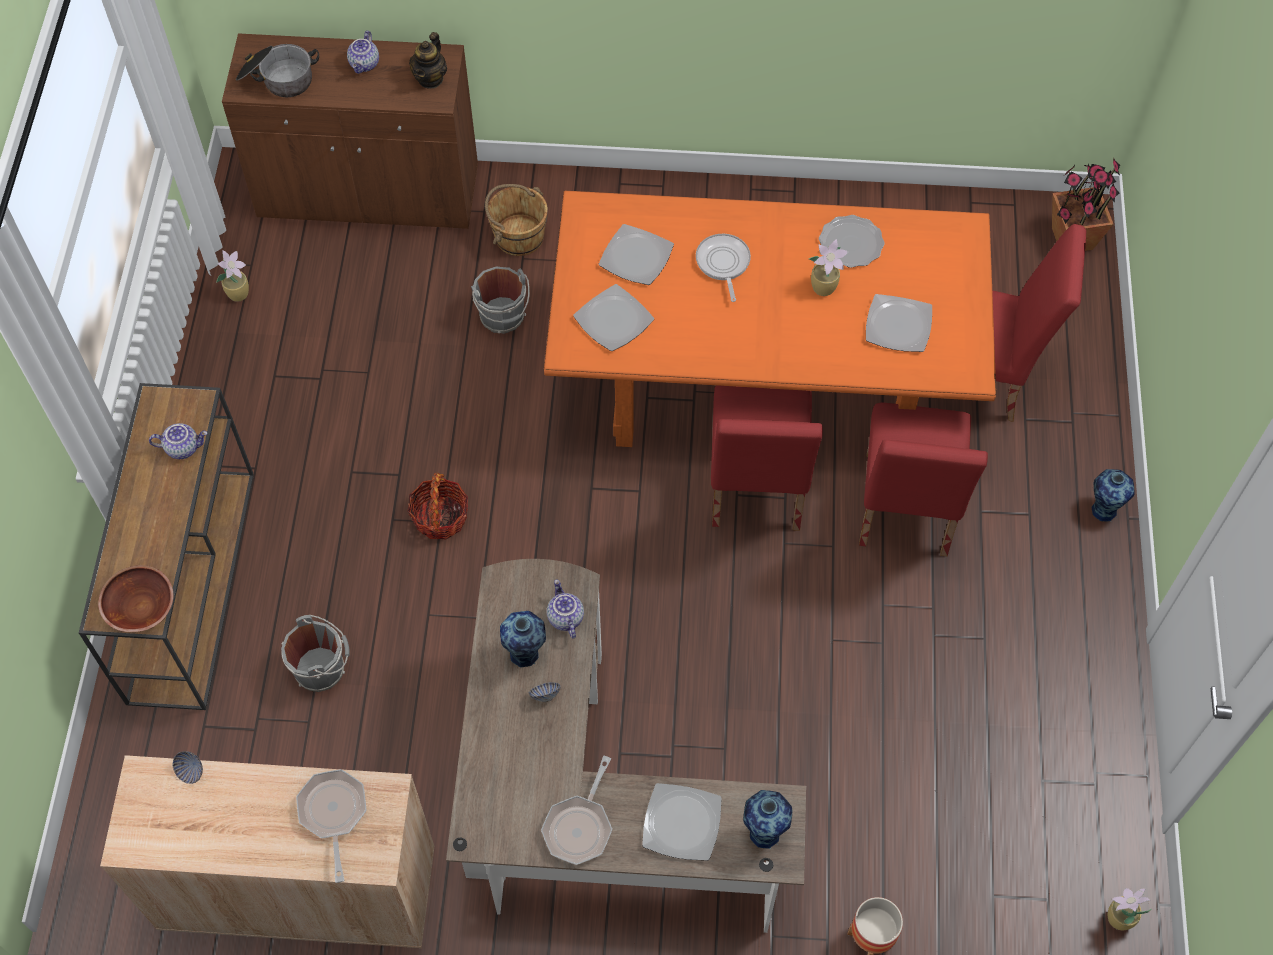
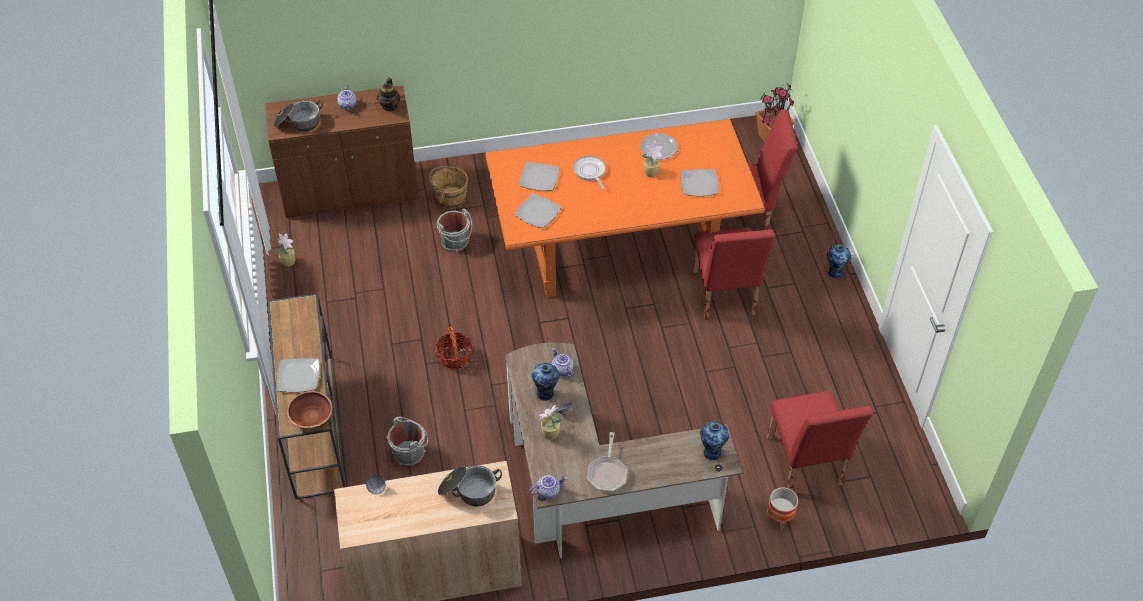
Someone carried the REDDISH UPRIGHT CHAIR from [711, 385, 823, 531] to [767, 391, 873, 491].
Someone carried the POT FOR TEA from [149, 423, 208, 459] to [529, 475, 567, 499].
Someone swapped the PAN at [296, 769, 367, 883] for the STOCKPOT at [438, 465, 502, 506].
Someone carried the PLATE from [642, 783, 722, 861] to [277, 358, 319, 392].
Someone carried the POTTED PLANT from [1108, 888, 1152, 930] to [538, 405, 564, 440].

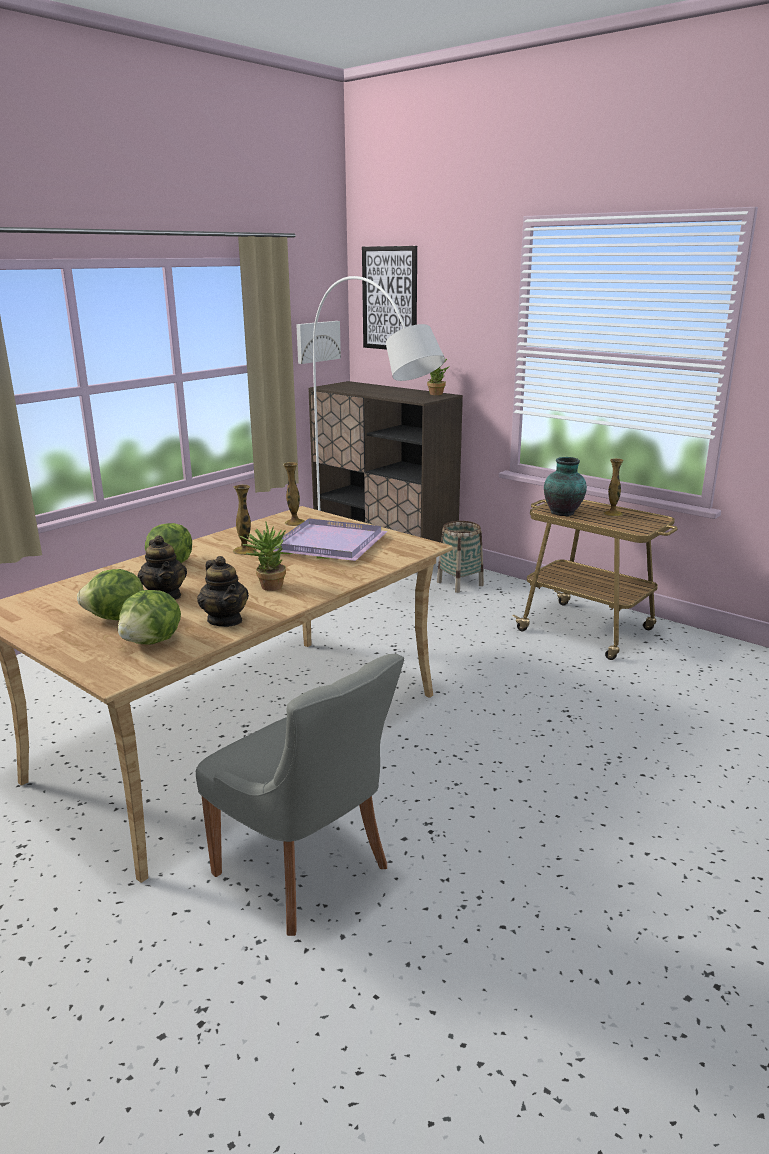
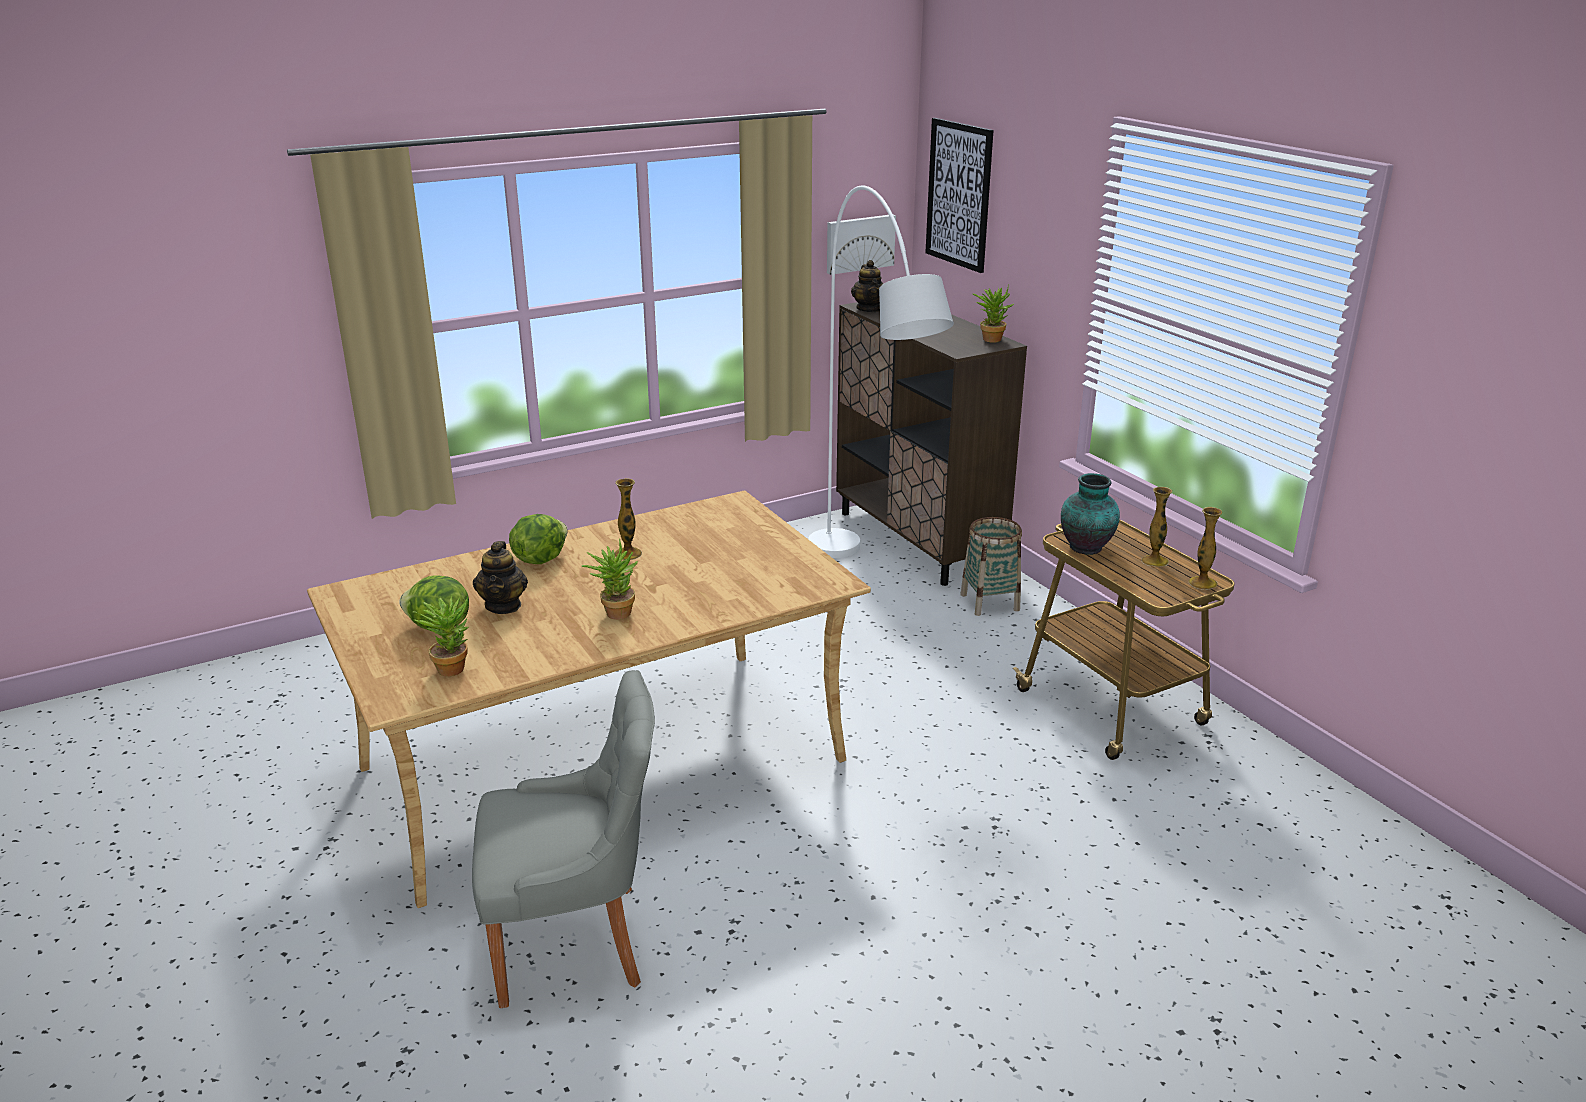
Someone carried the VASE from [283, 462, 305, 526] to [1188, 507, 1222, 590].
Someone took away the PURPLISH SERVING TRAY at [274, 519, 388, 561].
Someone carried the POT FOR TEA from [197, 556, 249, 627] to [851, 260, 884, 312].
Someone swapped the HEAD OF LETTUCE at [118, 590, 181, 645] for the POTTED PLANT at [413, 594, 468, 677].
Someone rotated the GRAY UPRIGHT CHAIR at [196, 654, 404, 936] by 75 degrees counterclockwise.

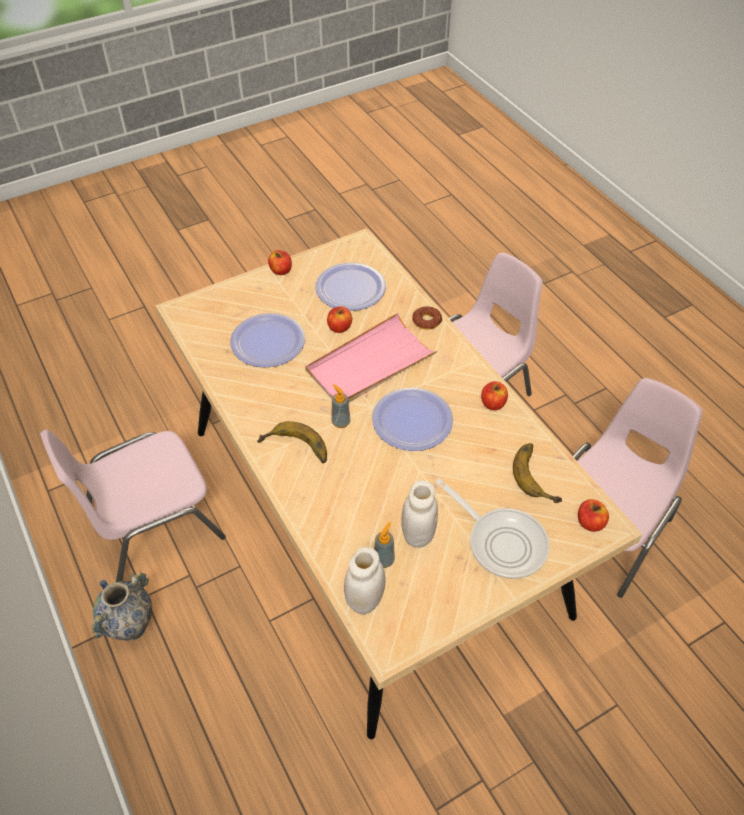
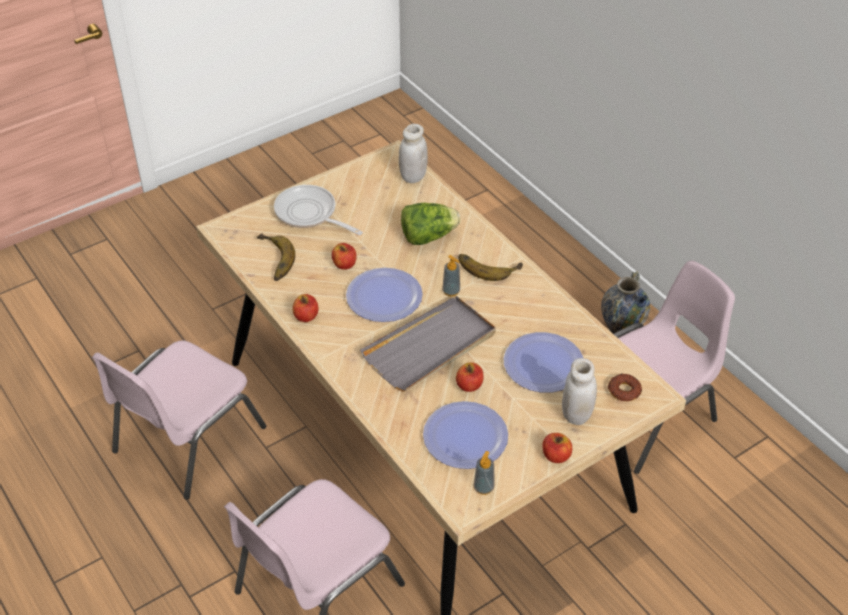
Someone carried the DOUGHNUT from [412, 306, 443, 330] to [607, 374, 642, 401].
Someone repainted the PINKISH SERVING TRAY at [305, 313, 438, 402], which became the GRAY SERVING TRAY at [360, 296, 496, 392].
Someone carried the WHITISH JAR from [401, 481, 438, 548] to [562, 358, 597, 425].
Someone carried the WHOLE APPLE from [578, 499, 609, 532] to [332, 243, 356, 270].
Someone carried the LIQUID SOAP BOTTLE from [374, 522, 395, 568] to [474, 451, 495, 495].
Someone put down the HEAD OF LETTUCE at [401, 203, 460, 245].

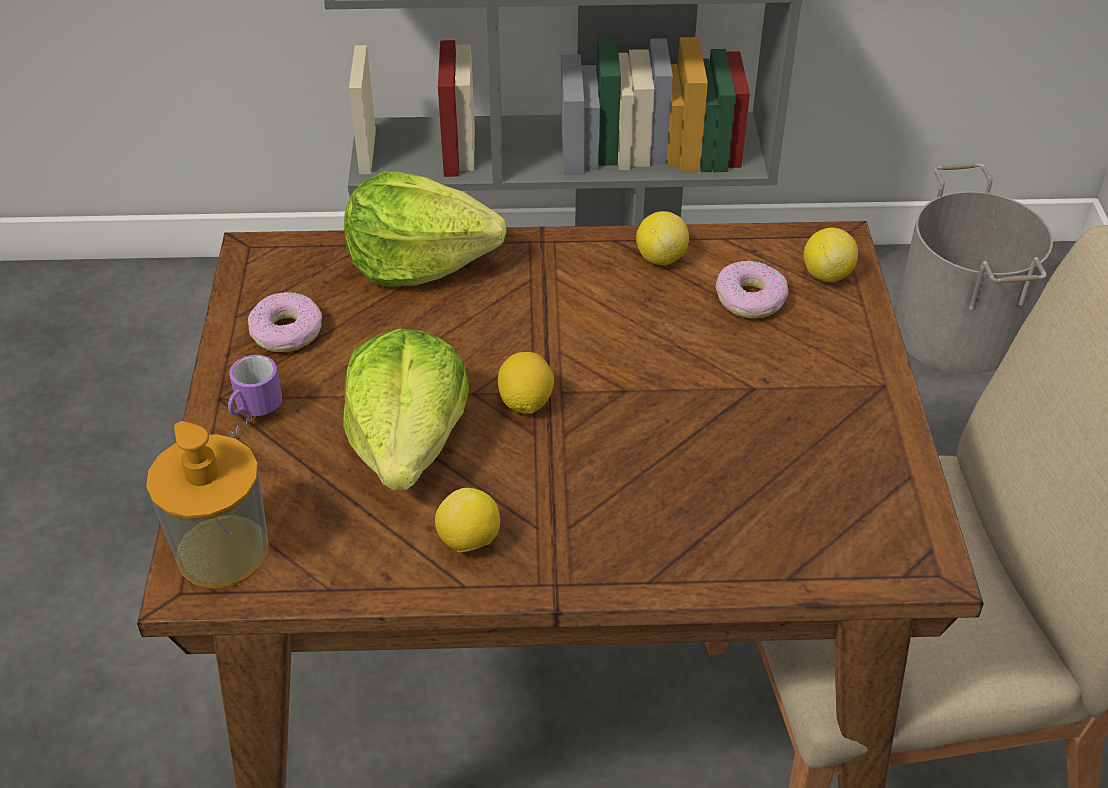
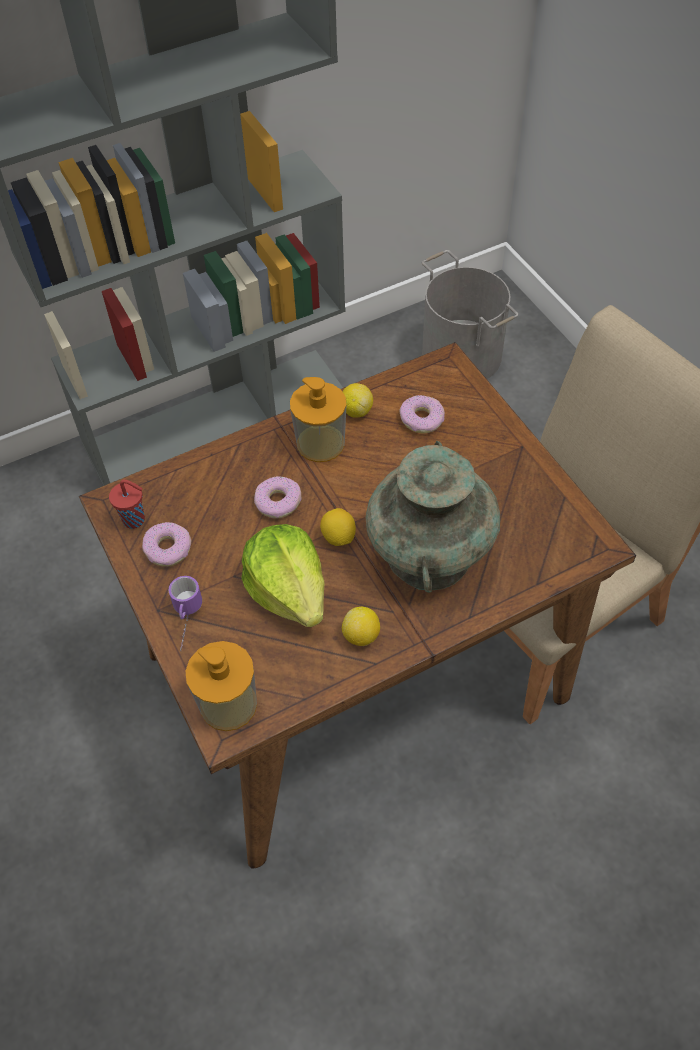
Someone took away the HEAD OF LETTUCE at [344, 171, 507, 287].
Someone took away the CITRUS FRUIT at [804, 228, 858, 282].
Someone put down the LIQUID SOAP BOTTLE at [290, 377, 346, 462].
Someone put down the TURQUOISE VASE at [365, 441, 500, 593].
Someone put down the DOUGHNUT at [254, 477, 302, 519].
Someone put down the REDDISH DRINKING CUP at [109, 480, 145, 529].

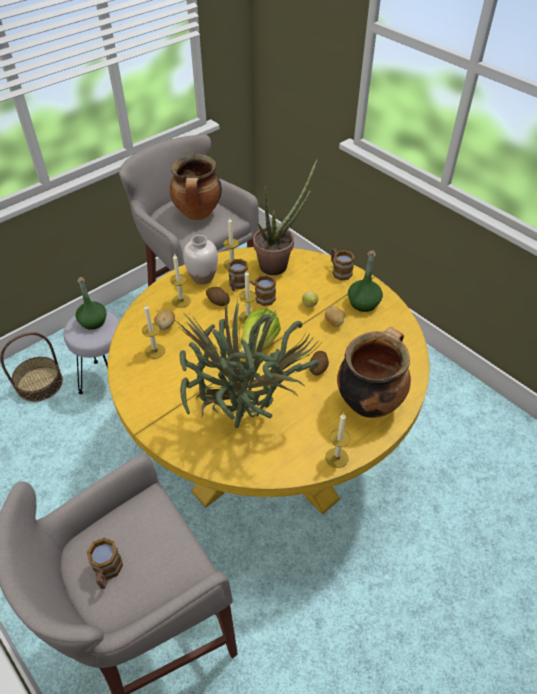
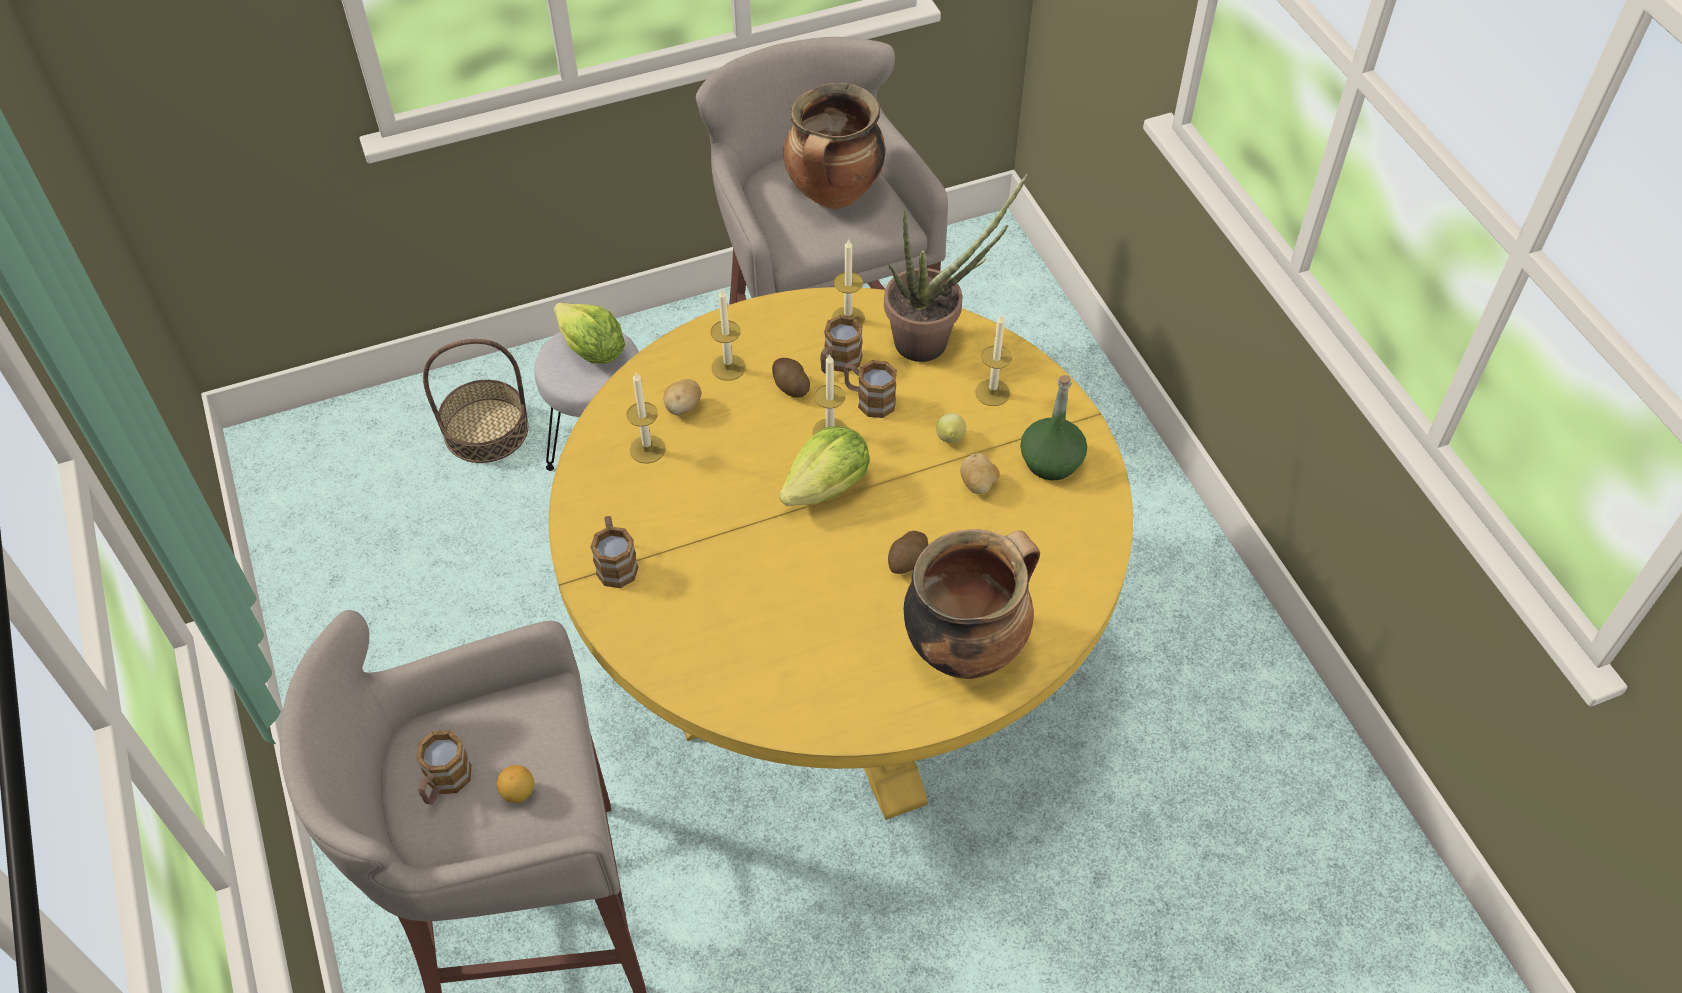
Someone took away the WHITISH VASE at [183, 235, 218, 284].
Someone carried the COFFEE MUG from [331, 249, 355, 281] to [590, 516, 638, 588].
Someone swapped the GREENISH DRINK BOTTLE at [76, 277, 107, 330] for the HEAD OF LETTUCE at [554, 302, 625, 364].
Someone took away the POTTED PLANT at [176, 298, 319, 428].
Someone carried the WAX CANDLE from [325, 413, 350, 468] to [975, 314, 1012, 406].
Someone put down the CITRUS FRUIT at [497, 765, 534, 803].

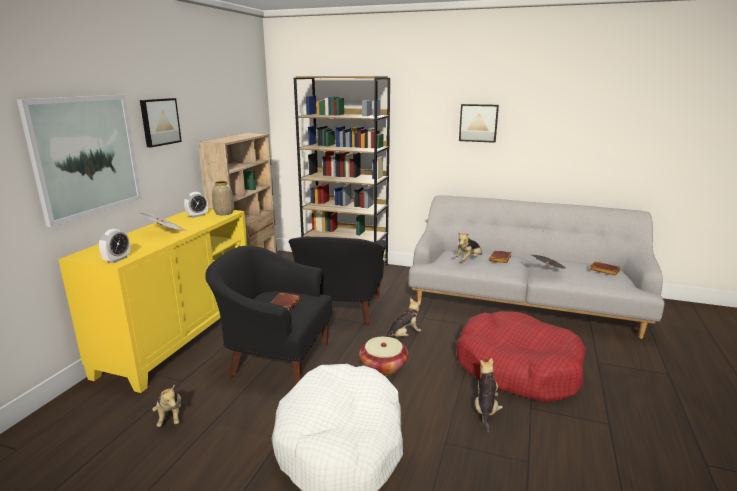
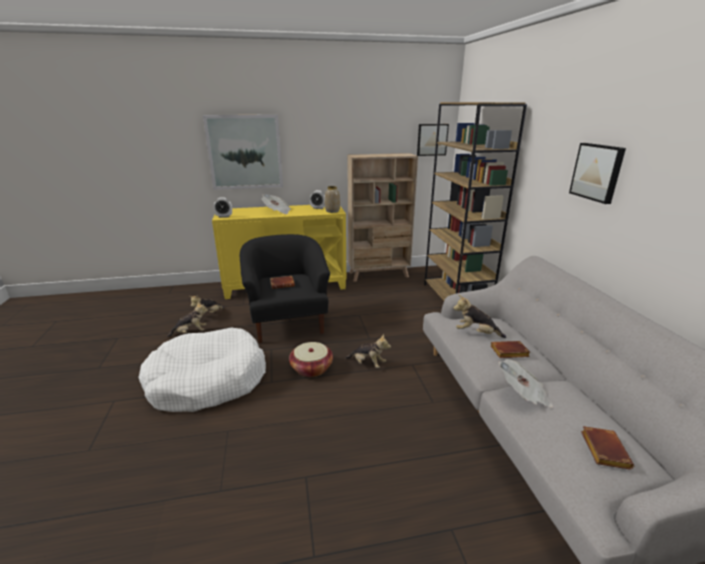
Someone carried the WALL PICTURE from [140, 98, 182, 147] to [417, 124, 449, 156].
Someone took away the BLACK EASY CHAIR at [288, 236, 387, 325].
Someone took away the REDDISH DOG BED at [456, 311, 586, 402].
Someone carried the CUDDLY TOY from [475, 358, 503, 432] to [167, 302, 208, 337].

